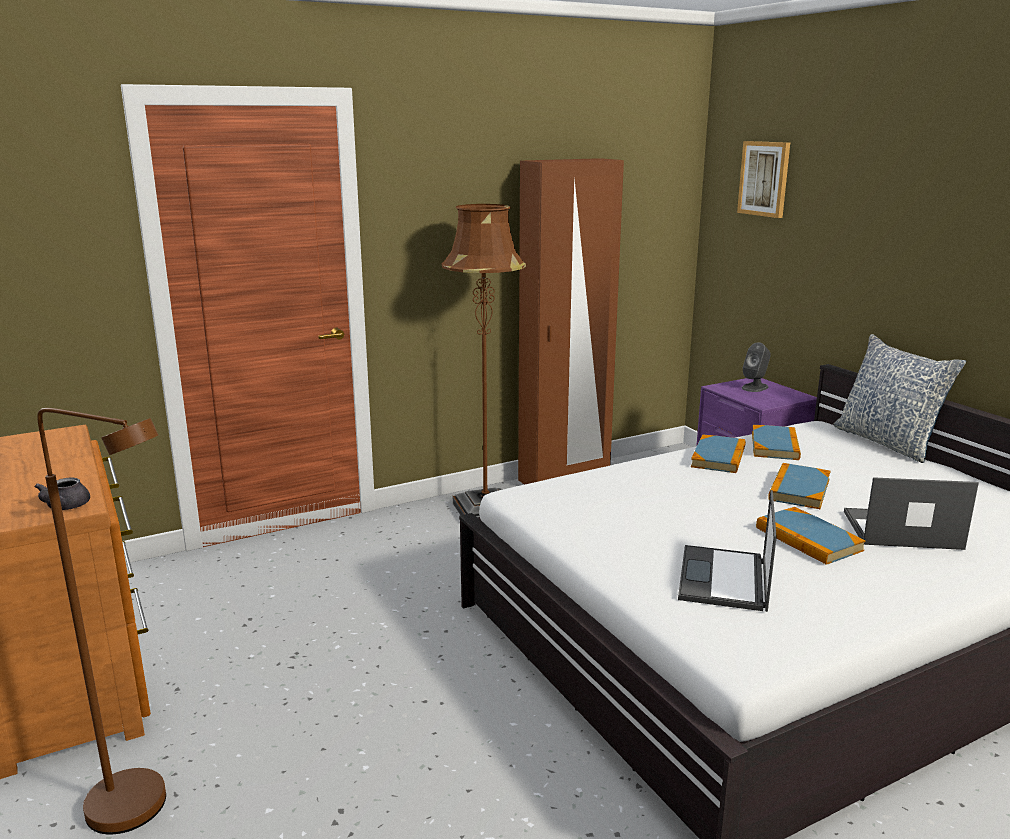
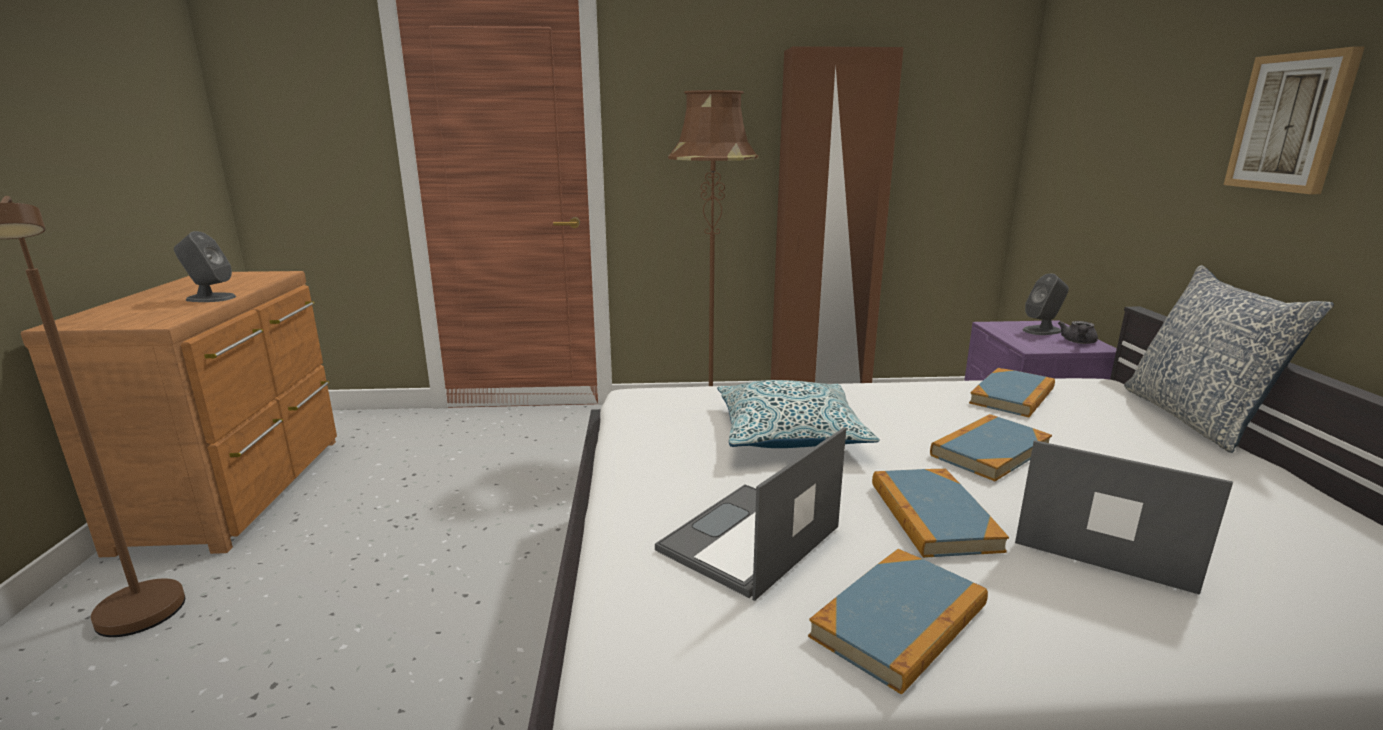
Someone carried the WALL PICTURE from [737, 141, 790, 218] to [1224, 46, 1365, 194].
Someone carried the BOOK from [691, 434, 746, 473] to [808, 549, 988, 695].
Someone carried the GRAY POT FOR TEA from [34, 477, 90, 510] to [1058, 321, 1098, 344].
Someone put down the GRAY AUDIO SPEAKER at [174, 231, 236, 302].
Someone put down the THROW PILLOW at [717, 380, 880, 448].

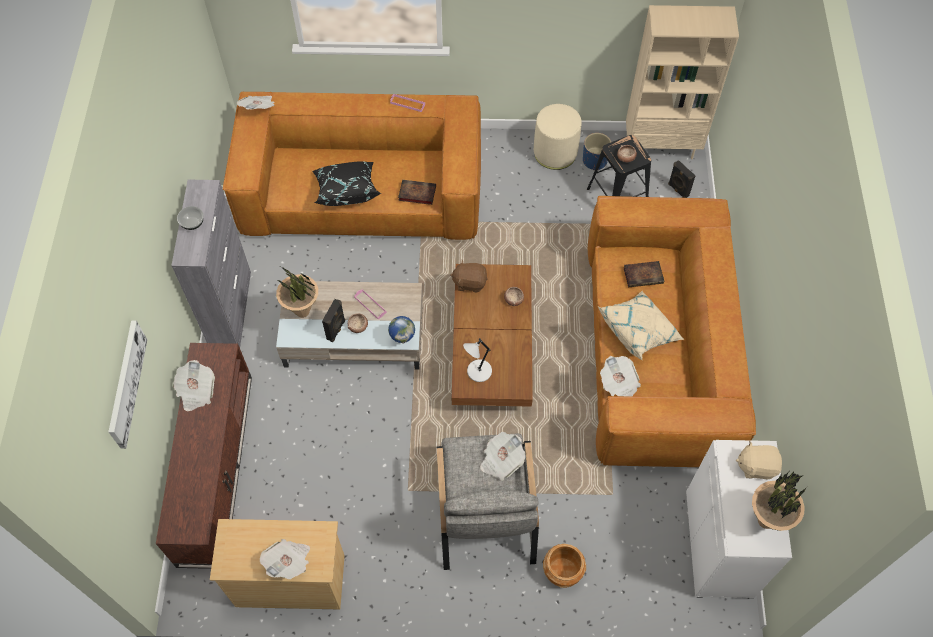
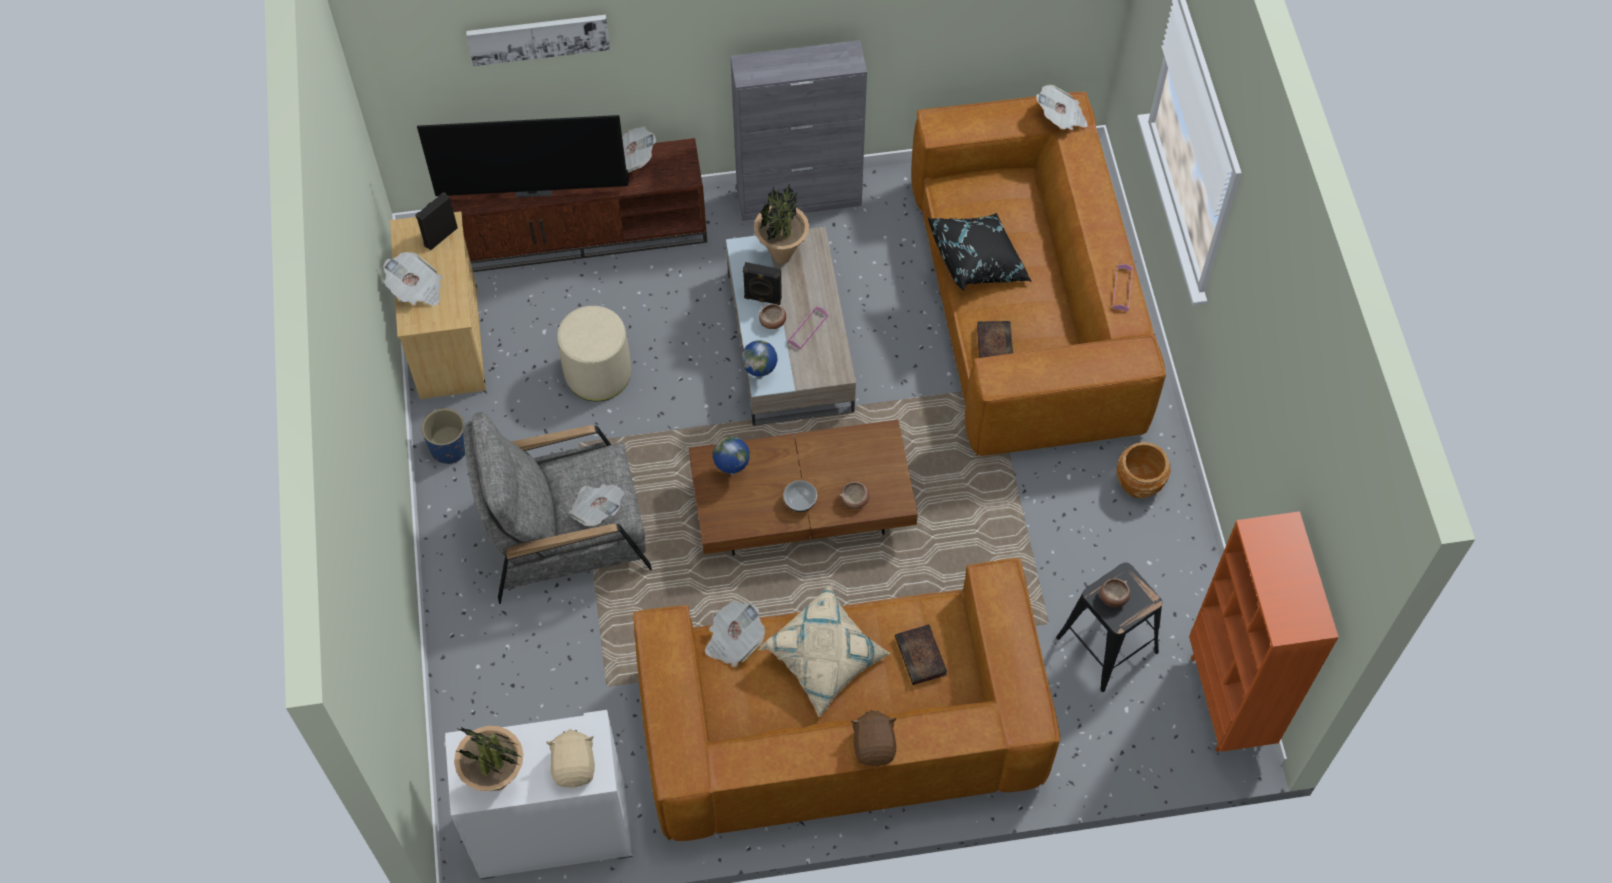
Someone repainted the BEIGE-COLOURED BOOKCASE at [626, 5, 739, 159], which became the ORANGE BOOKCASE at [1189, 511, 1339, 752].
Someone carried the BEIGE-COLOURED POUFFE from [534, 104, 582, 170] to [557, 306, 631, 401].
Someone carried the BLUISH FLOWER POT from [583, 133, 611, 171] to [422, 408, 465, 464].
Someone carried the BLACK AUDIO SPEAKER from [668, 160, 695, 198] to [415, 192, 458, 251].
Someone carried the SERVING BOWL from [177, 206, 204, 230] to [783, 481, 817, 512].
Someone carried the BROWN-COLOURED CUDDLY TOY from [450, 260, 487, 293] to [851, 710, 897, 767].
Someone swapped the GRAY TABLETOP LAMP at [463, 338, 492, 382] for the WORLD GLOBE at [713, 437, 750, 475].
Someone carried the BROWN-COLOURED FLOWER POT from [543, 544, 586, 588] to [1116, 442, 1171, 498].
Someone put down the TV at [417, 115, 629, 198].

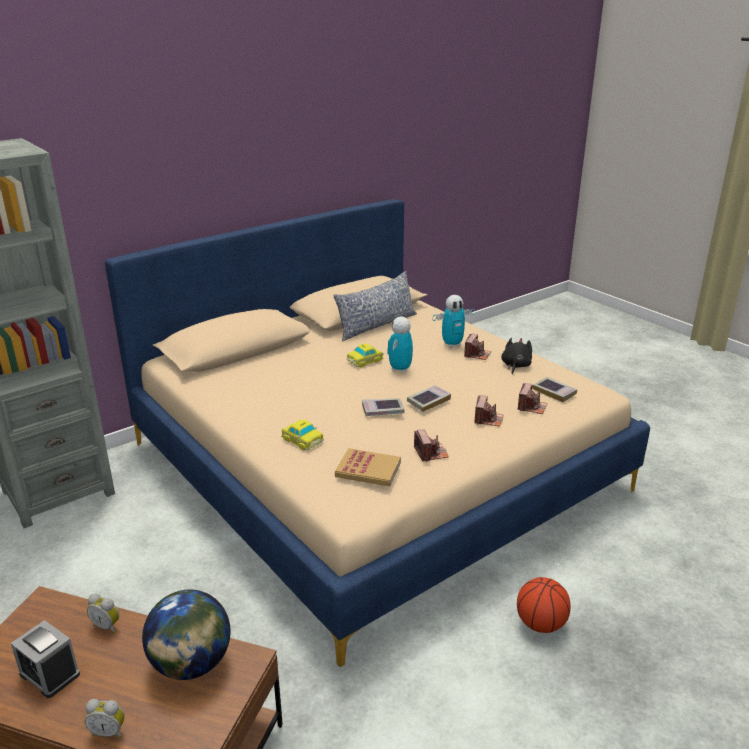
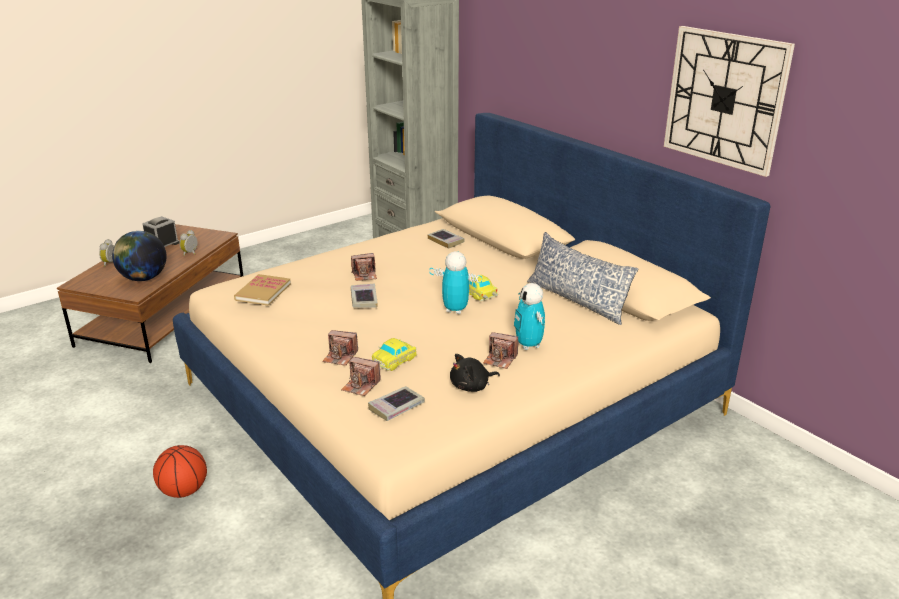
Someone rotated the BLACK CUDDLY TOY at [501, 338, 532, 374] by 135 degrees clockwise.
Someone carried the BOOK from [407, 385, 451, 412] to [428, 229, 465, 249].
Someone carried the TOY CAR from [281, 419, 324, 451] to [371, 338, 417, 371].
Someone carried the PHOTO CAMERA from [414, 429, 449, 462] to [351, 253, 377, 281].
Someone put up the CLOCK ON THE WALL at [664, 26, 795, 177].

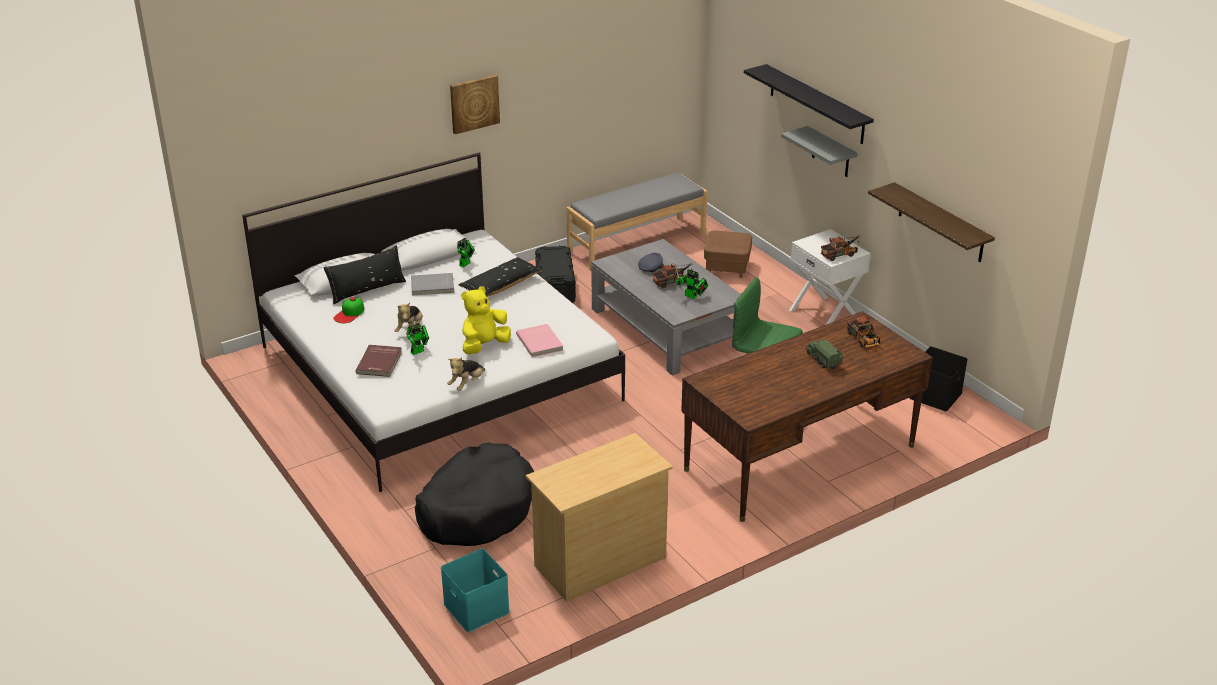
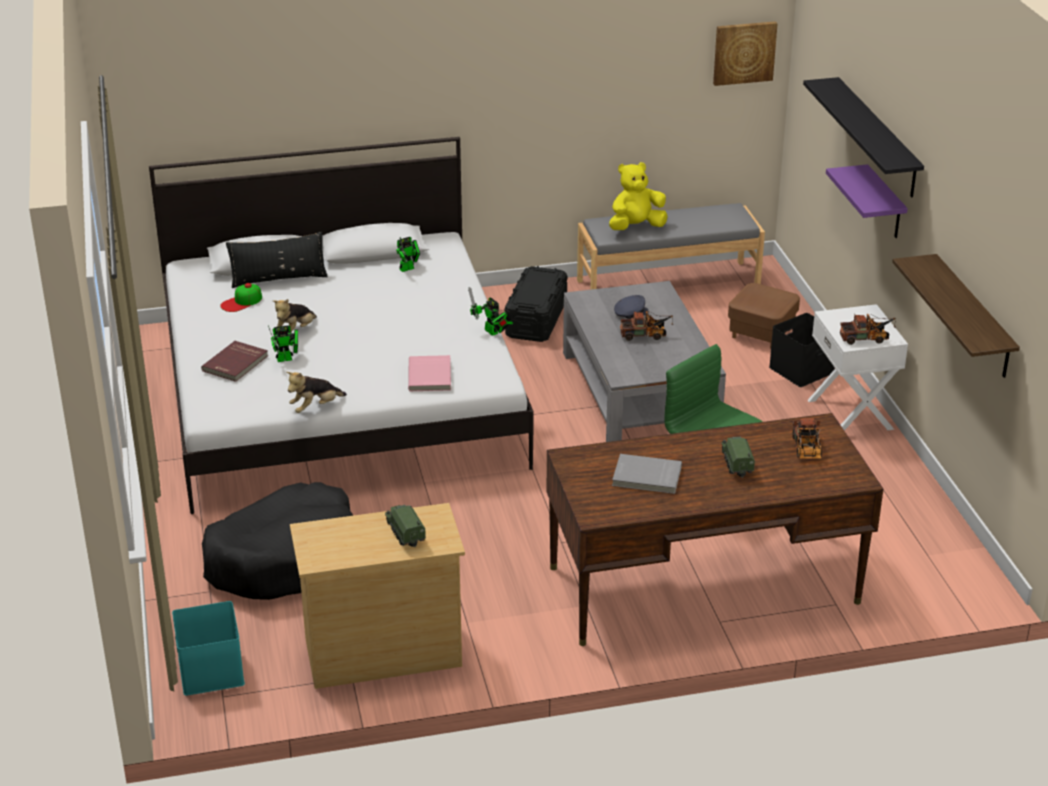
Someone carried the WALL PICTURE from [450, 75, 500, 134] to [713, 21, 778, 86].
Someone repainted the GRAY BRACKET SHELF at [781, 126, 858, 177], which became the PURPLISH BRACKET SHELF at [826, 164, 908, 238].
Someone took away the BLACK THROW PILLOW at [459, 257, 543, 297].
Someone carried the ROBOT FIGURE from [675, 264, 708, 299] to [468, 287, 513, 336].
Someone carried the GRAY BOOK from [411, 273, 454, 296] to [612, 454, 682, 494].
Someone carried the YELLOW CUDDLY TOY from [461, 286, 511, 355] to [609, 162, 668, 230].
Someone carried the BLACK STORAGE BOX from [909, 346, 968, 411] to [769, 313, 835, 387].
Someone put down the TOY TRUCK at [385, 505, 426, 547].

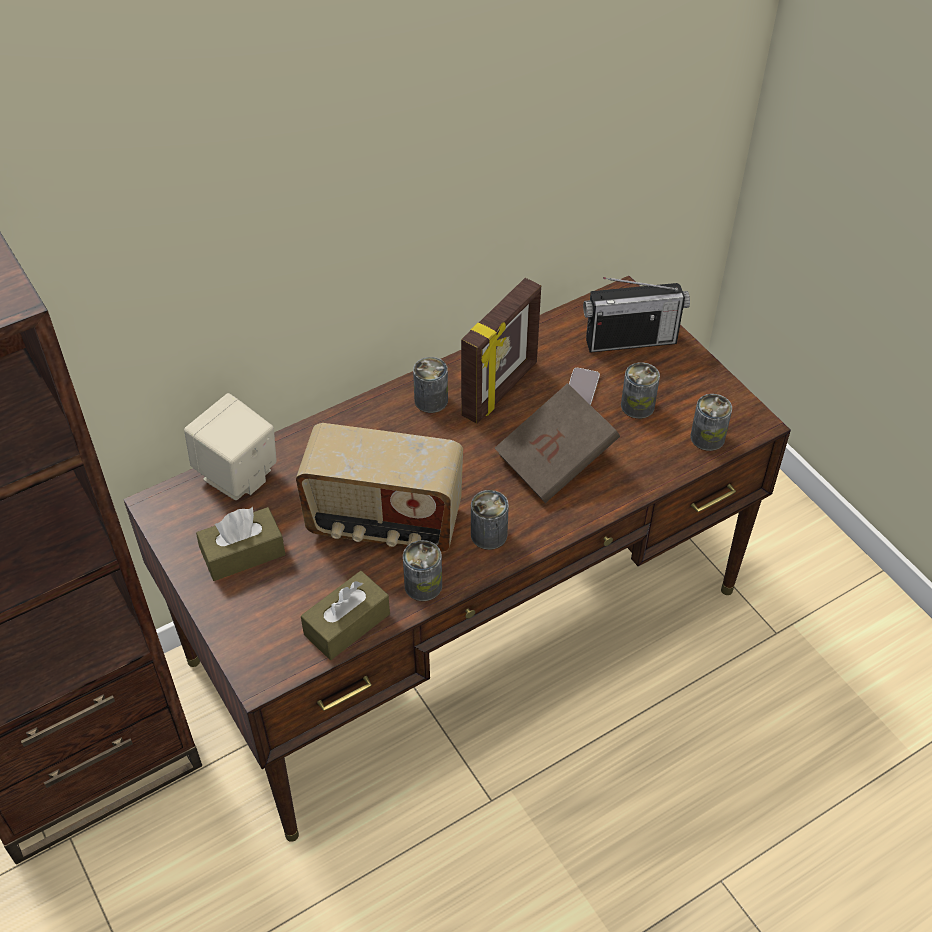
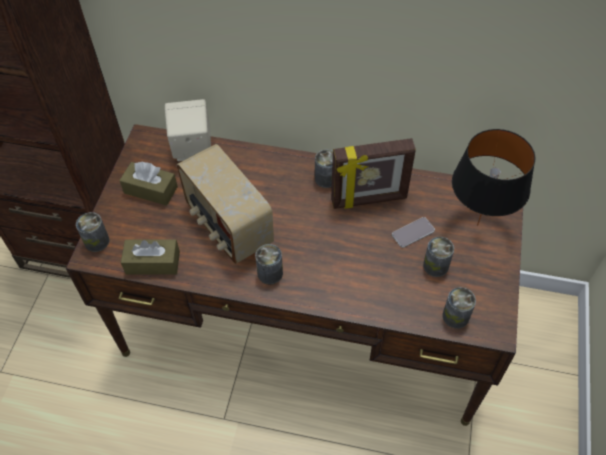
Someone swapped the RADIO SET at [583, 277, 690, 353] for the BLACK TABLETOP LAMP at [452, 129, 535, 226].
Someone took away the BROWN-COLOURED BOOK at [495, 383, 620, 503].
Someone carried the SEALED CAN from [403, 540, 442, 601] to [76, 212, 110, 252].

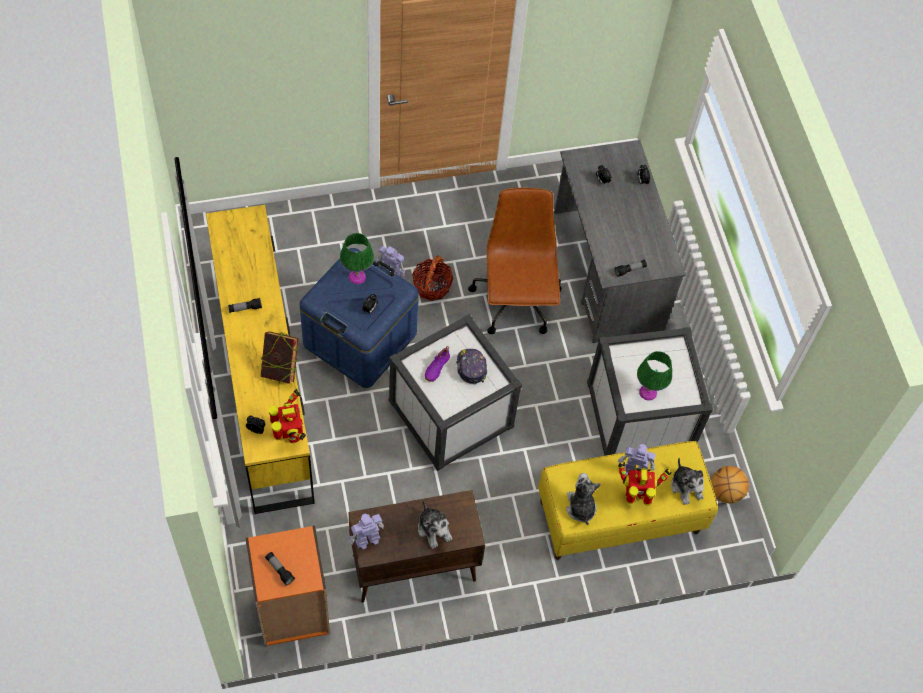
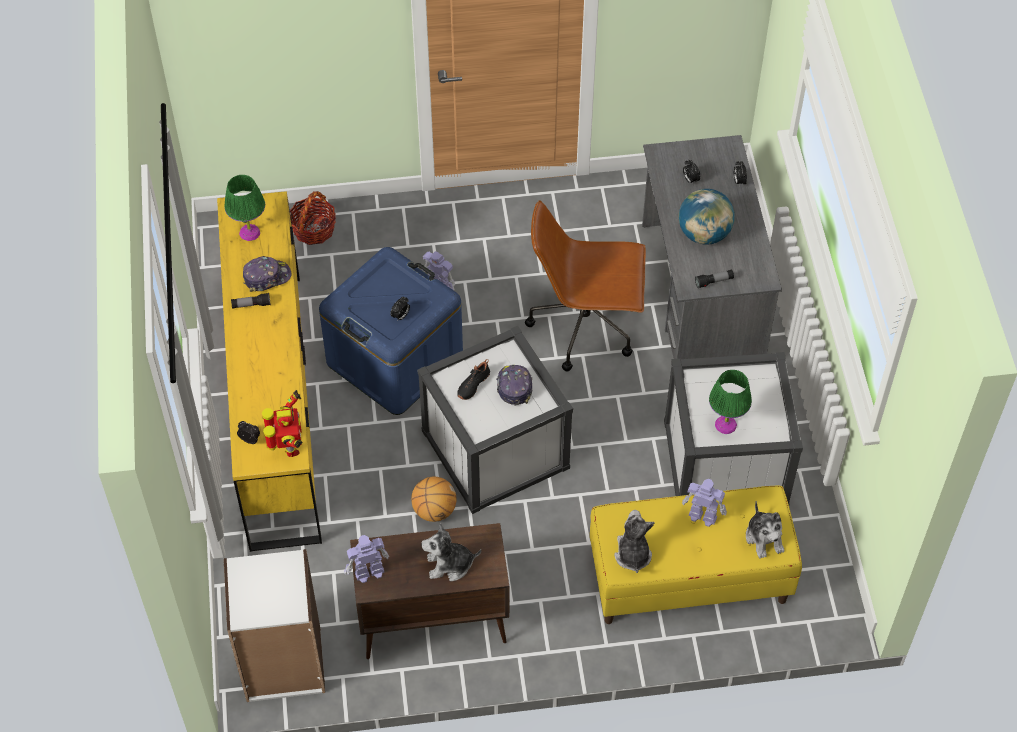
Someone rotated the BROWN-COLOURED COMPUTER CHAIR at [468, 188, 562, 334] by 90 degrees counterclockwise.
Someone carried the GREENISH TABLETOP LAMP from [340, 233, 374, 284] to [224, 175, 265, 241].
Someone carried the BASKET from [412, 255, 454, 301] to [290, 191, 336, 245].
Someone took away the BOOK at [261, 331, 299, 384].
Someone repainted the PURPLISH SHOE at [425, 346, 450, 382], which became the BLACK SHOE at [457, 359, 490, 400].
Someone took away the ROBOT FIGURE at [618, 462, 672, 505].
Someone carried the BASKETBALL from [711, 466, 749, 503] to [411, 477, 457, 522].
Someone rotated the CUDDLY TOY at [418, 500, 452, 549] by 105 degrees clockwise.
Someone repainted the ORANGE BOOKCASE at [246, 526, 330, 646], which became the WHITISH BOOKCASE at [224, 549, 325, 702].
Someone took away the FLASHLIGHT at [265, 552, 295, 585].
Someone put down the WORLD GLOBE at [679, 189, 735, 245].
Someone put down the CAP at [243, 256, 292, 292].

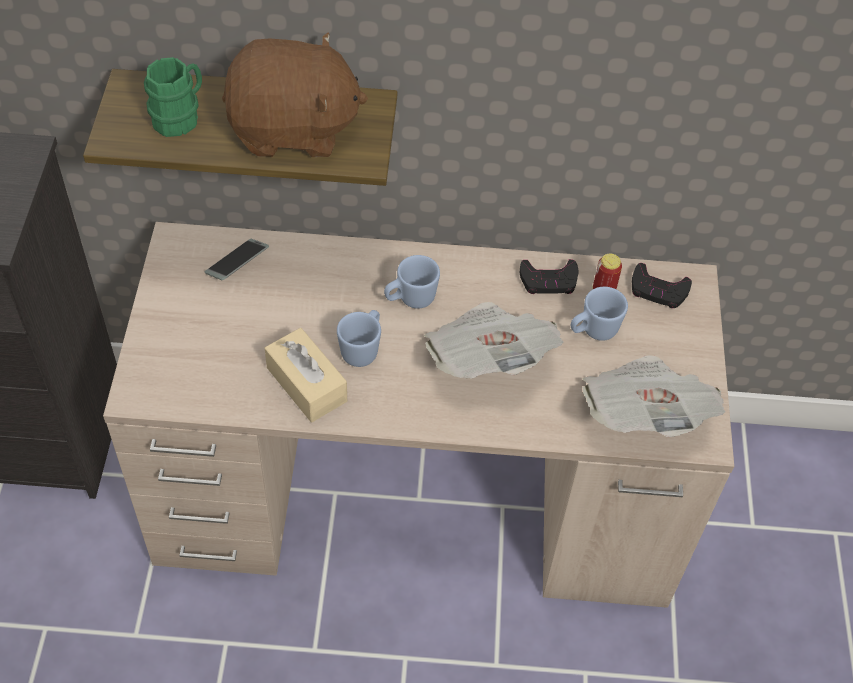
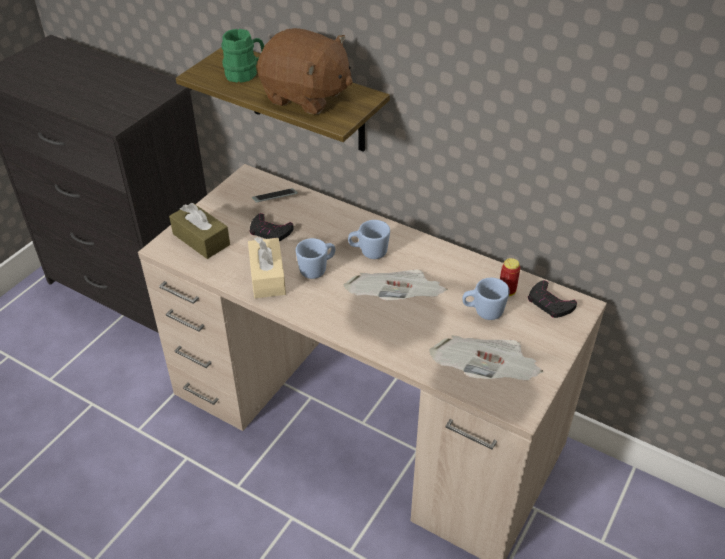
Someone carried the BLACK JOYPAD from [520, 259, 579, 294] to [249, 213, 294, 242].
Someone put down the BROWN-COLOURED TISSUE HOLDER at [169, 203, 230, 259].

